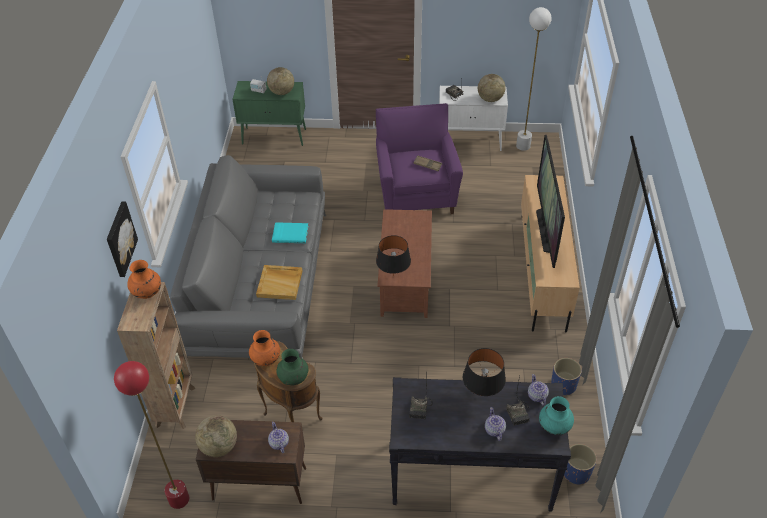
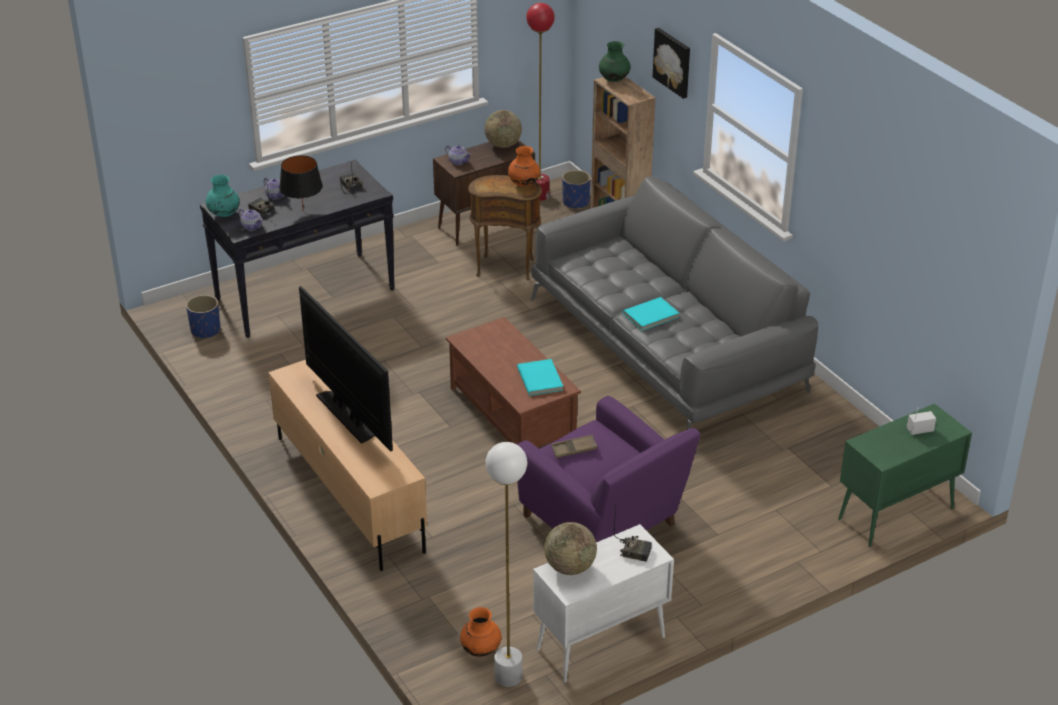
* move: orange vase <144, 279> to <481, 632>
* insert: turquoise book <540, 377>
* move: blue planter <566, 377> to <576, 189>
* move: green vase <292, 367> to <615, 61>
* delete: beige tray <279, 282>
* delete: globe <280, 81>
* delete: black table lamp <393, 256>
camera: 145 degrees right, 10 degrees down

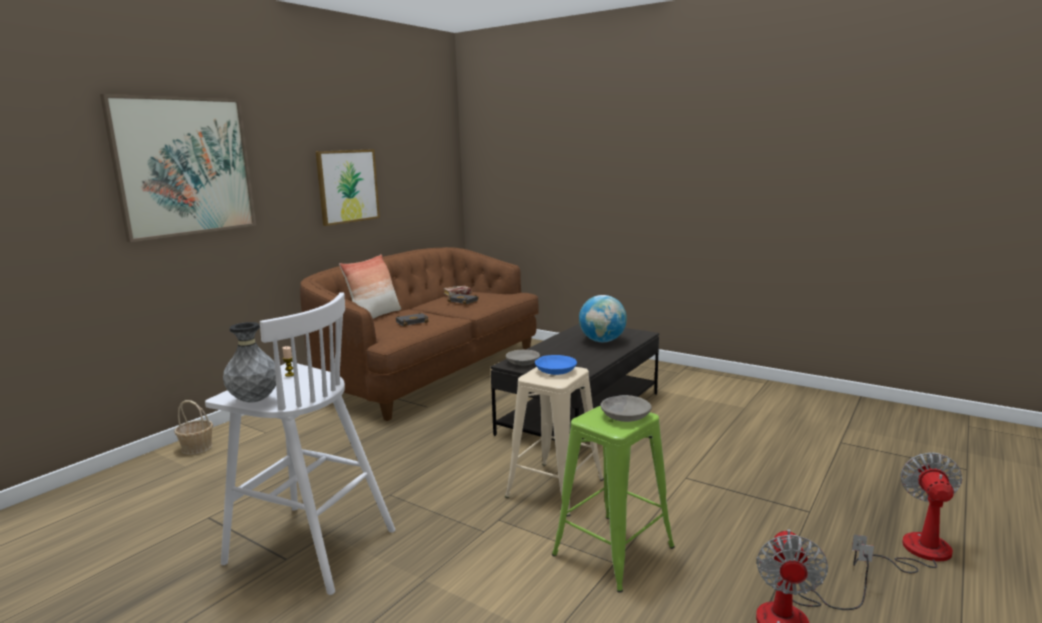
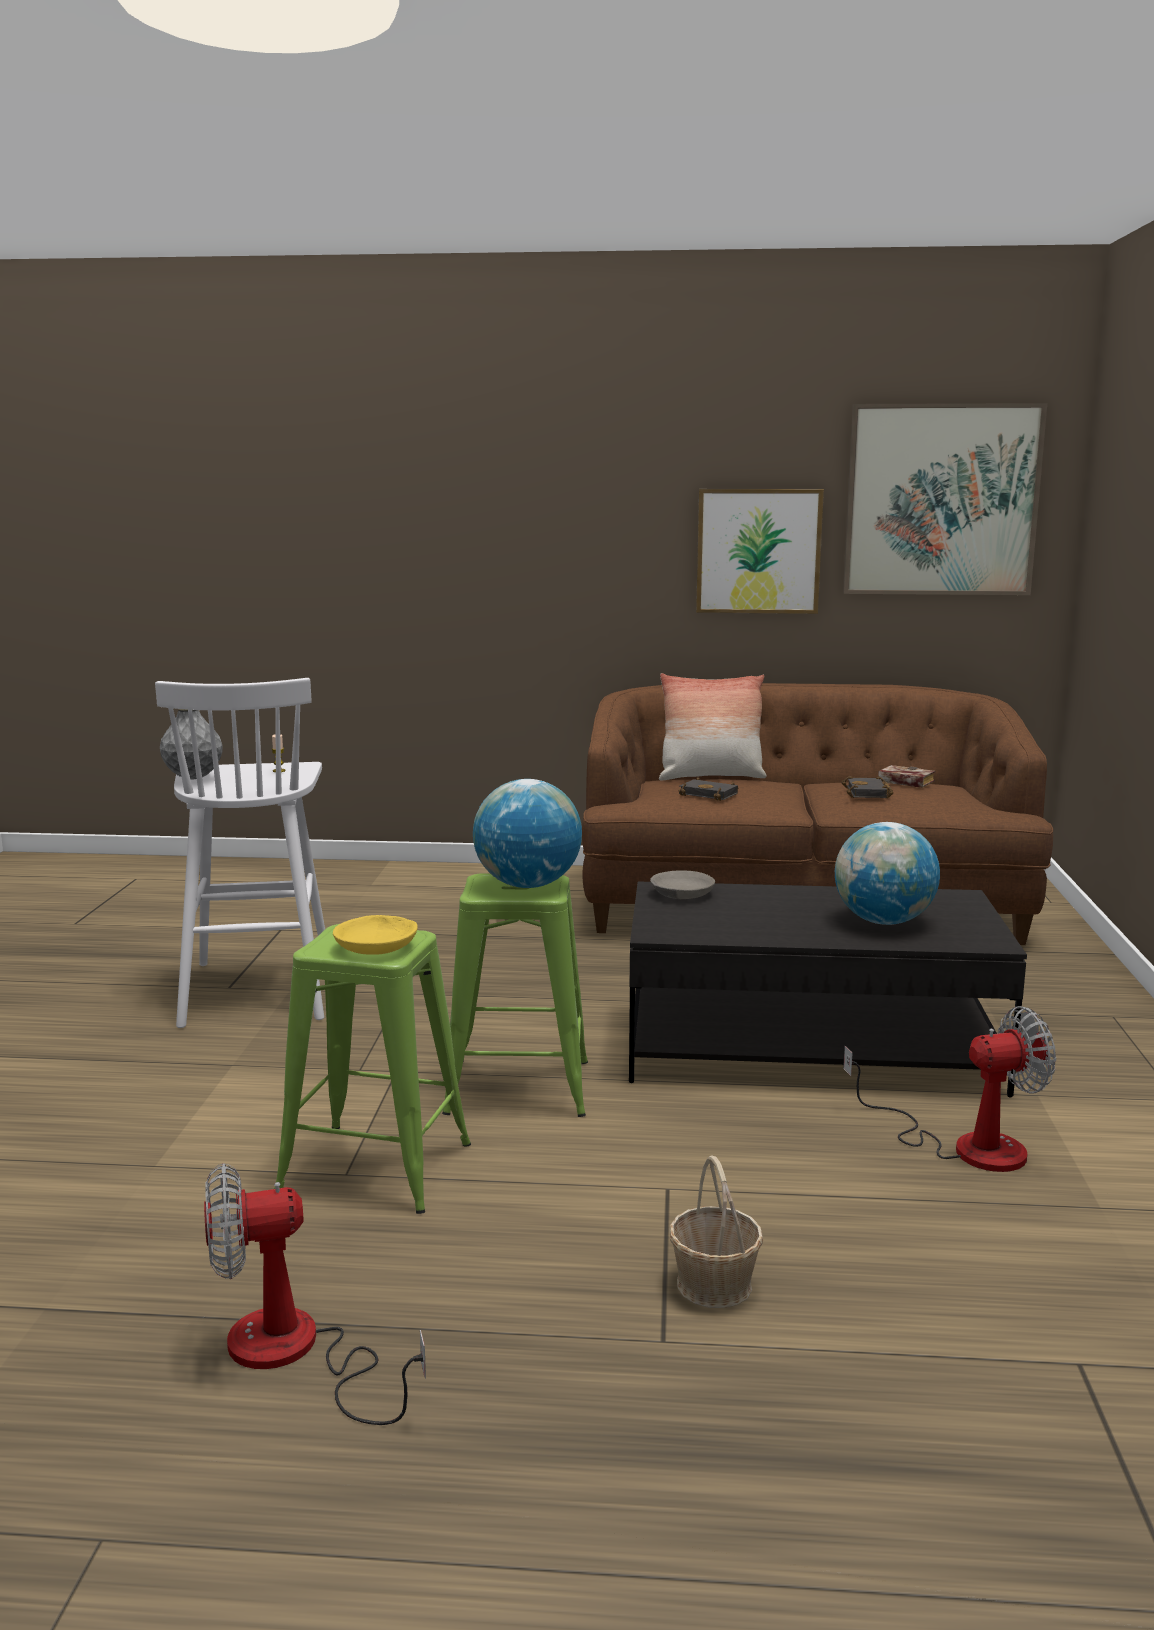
* recolor: grey bowl <626, 408> to yellow bowl <375, 935>
* recolor: beige stool <554, 442> to green stool <515, 995>
* replace: blue bowl <556, 365> to globe <527, 833>
* move: basket <193, 427> to <716, 1231>
* move: picture <178, 168> to <945, 499>
* move: fan <907, 512> to <949, 1089>
camera: 60 degrees right, 0 degrees up

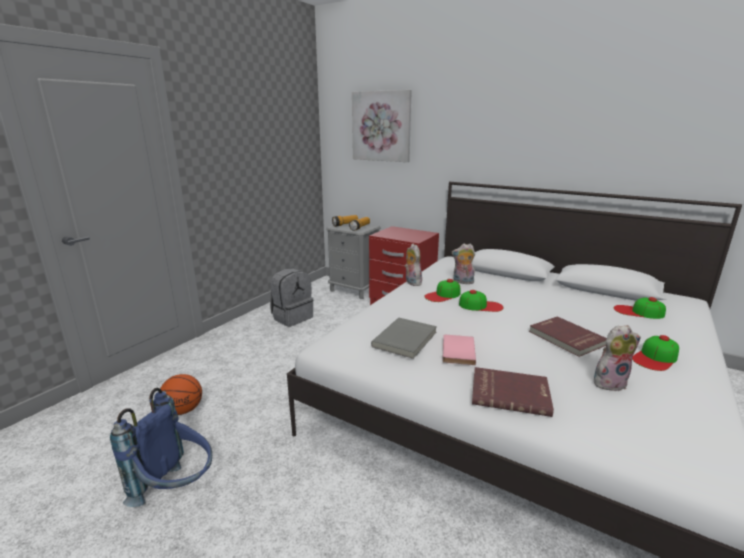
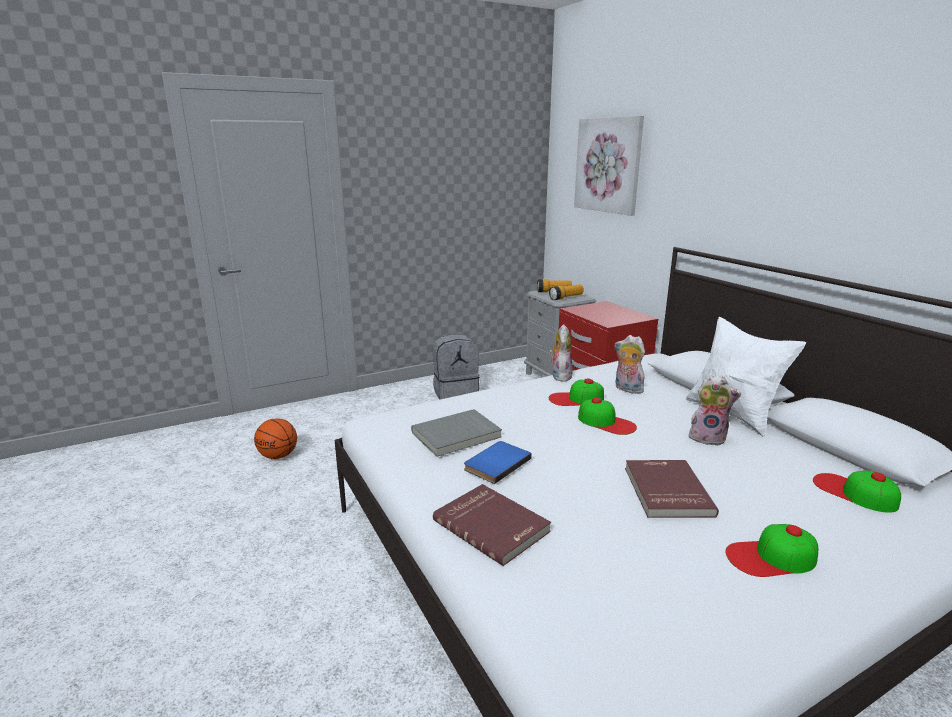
* recolor: pink book <459, 350> to blue book <498, 462>
* insert: white pillow <746, 377>
* move: plush toy <617, 358> to <715, 410>
* delete: blue backpack <161, 447>
camera: 30 degrees right, 0 degrees up

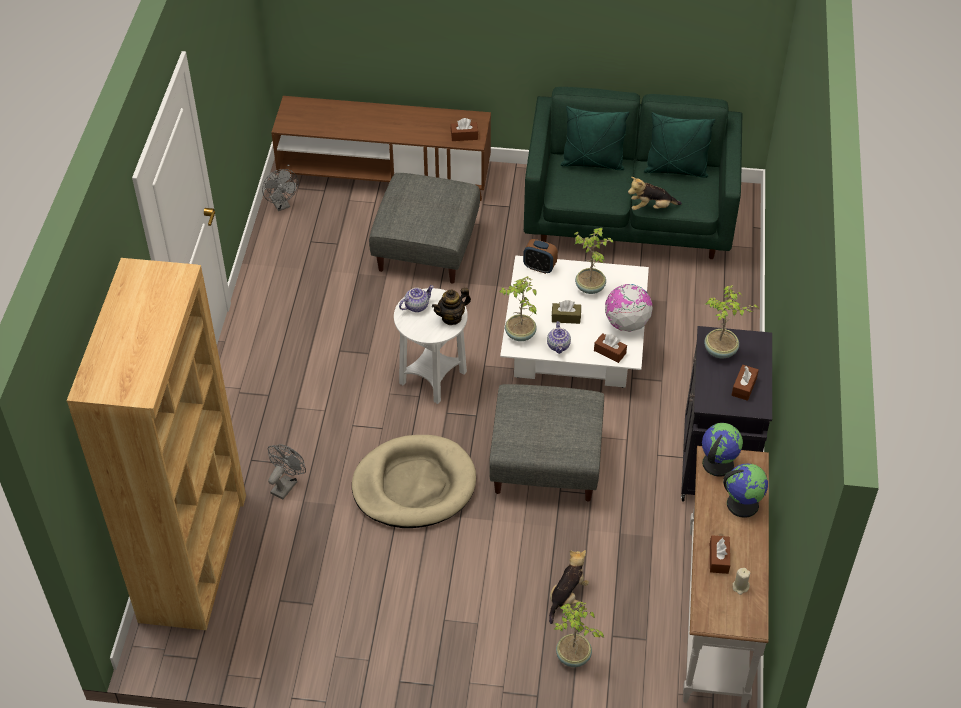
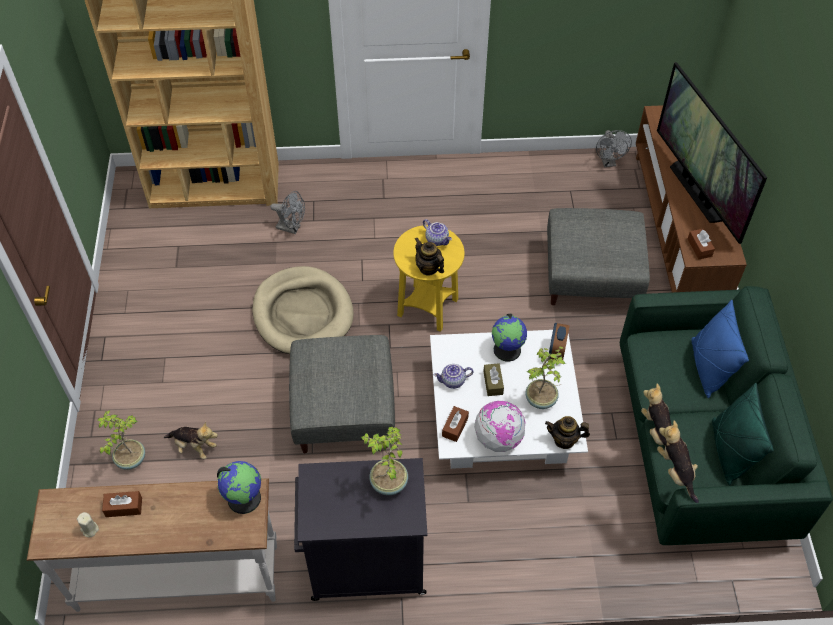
* recolor: white side table <431, 346> to yellow side table <429, 278>
* move: globe <745, 491> to <509, 338>
* insert: teapot <567, 432>
* rotate: grey fan <280, 190> = <614, 148> 60 degrees counterclockwise
* insert: television <712, 153>
* insert: plush toy <678, 462>
* recolor: green pillow <594, 138> to blue pillow <720, 349>
* delete: potted plant <518, 308>
* delete: brown tissue box <745, 383>
camera: 80 degrees right, 5 degrees up

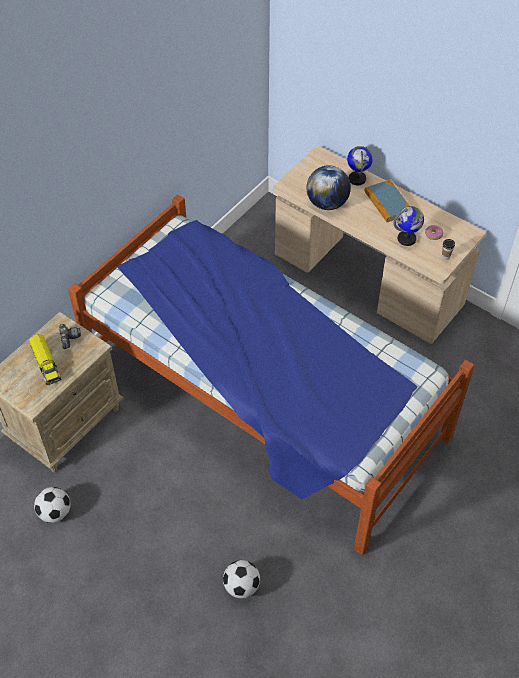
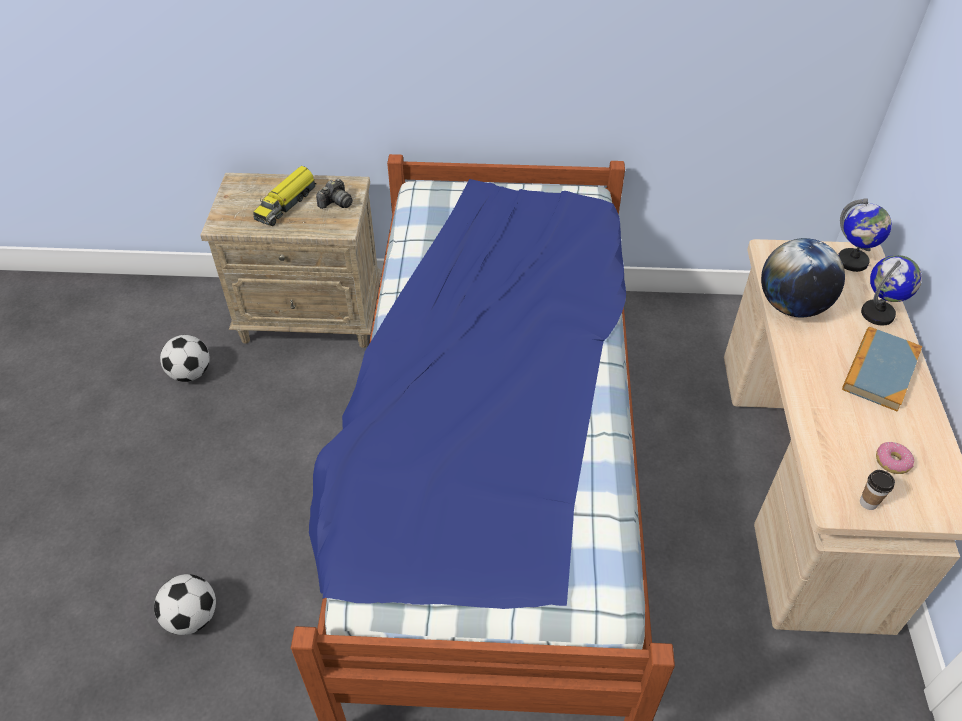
* move: globe <408, 226> to <865, 235>
camera: 55 degrees right, 5 degrees down

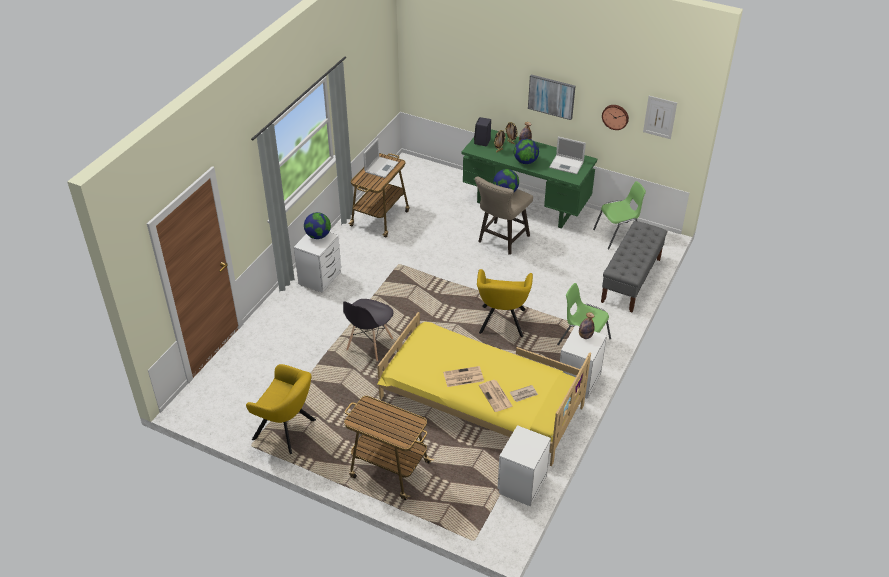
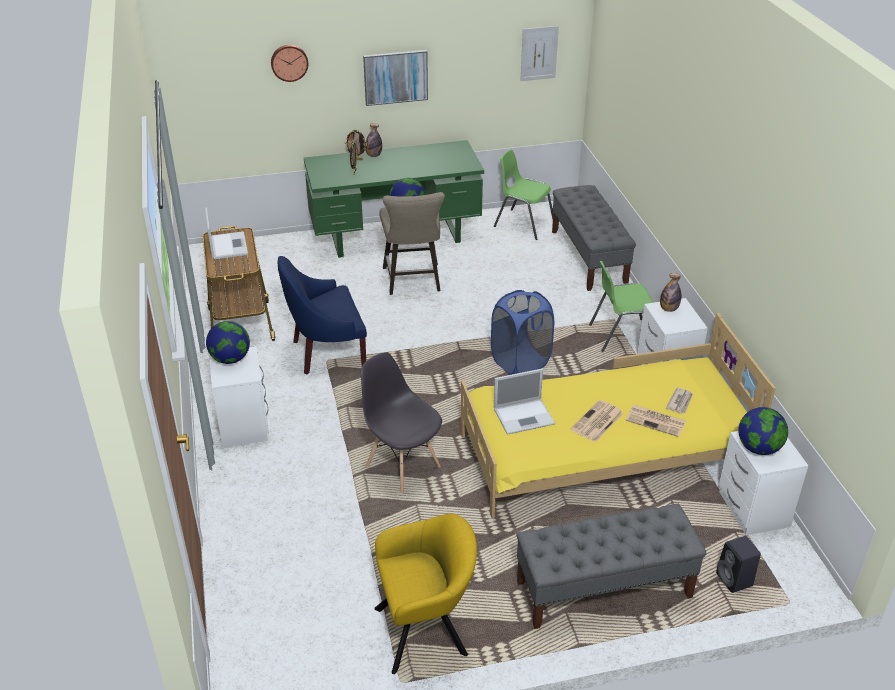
* move: wall clock <615, 117> to <289, 63>
* insert: blue armchair <322, 315>
* rotate: grey chair <368, 330> = <401, 423> 150 degrees clockwise
* replace: yellow armchair <505, 303> to blue laundry basket <522, 332>
* rotate: green chair <619, 215> = <523, 195> 90 degrees counterclockwise
* move: laptop <567, 155> to <524, 402>
* replace: cart <389, 448> to grey bench <611, 566>
* move: black speaker <482, 131> to <738, 564>
* move: globe <526, 151> to <763, 431>
camera: 40 degrees left, 5 degrees down

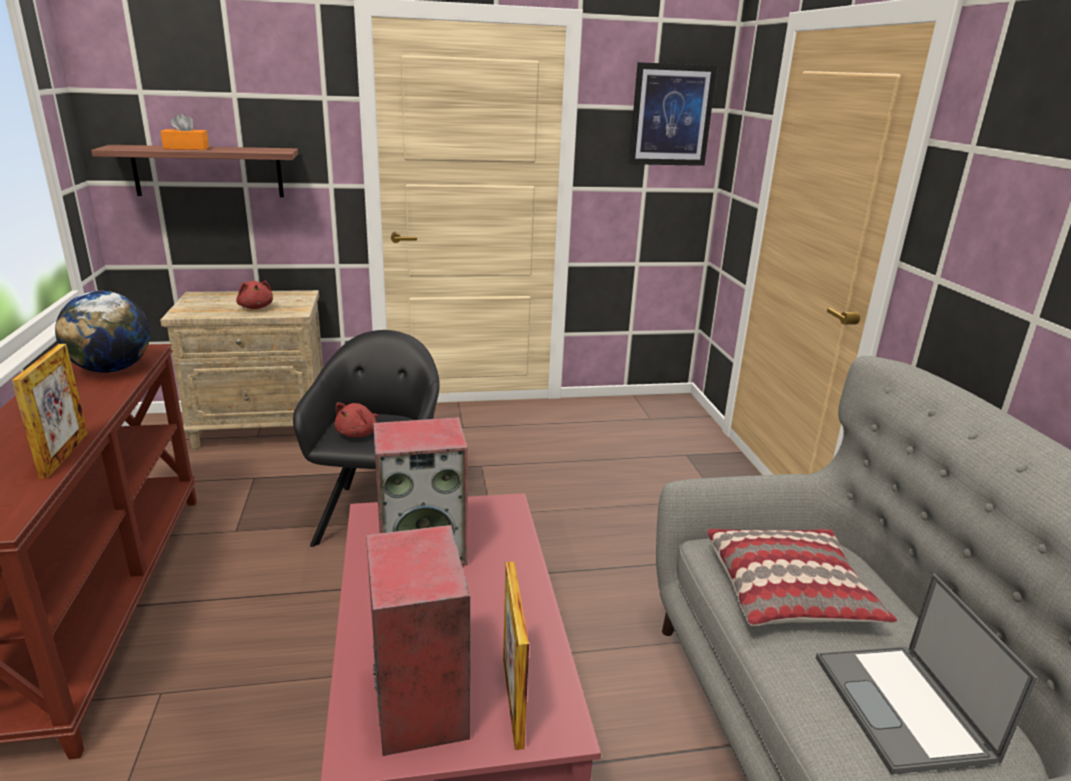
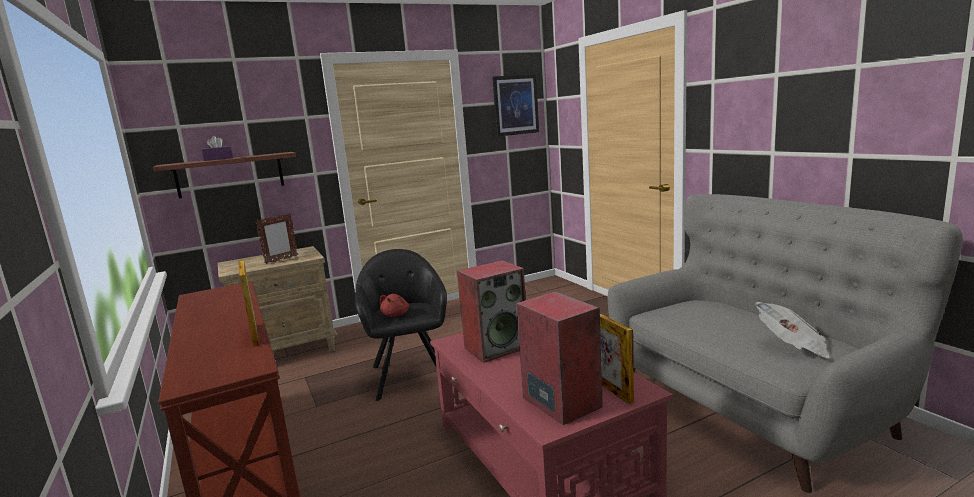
* recolor: orange tissue box <184, 131> to purple tissue box <217, 148>
* replace: red plush toy <254, 295> to picture frame <277, 238>
* replace: laptop <927, 673> to newspaper <792, 330>
* delete: globe <102, 332>
* delete: pillow <801, 577>
camera: 15 degrees left, 10 degrees down

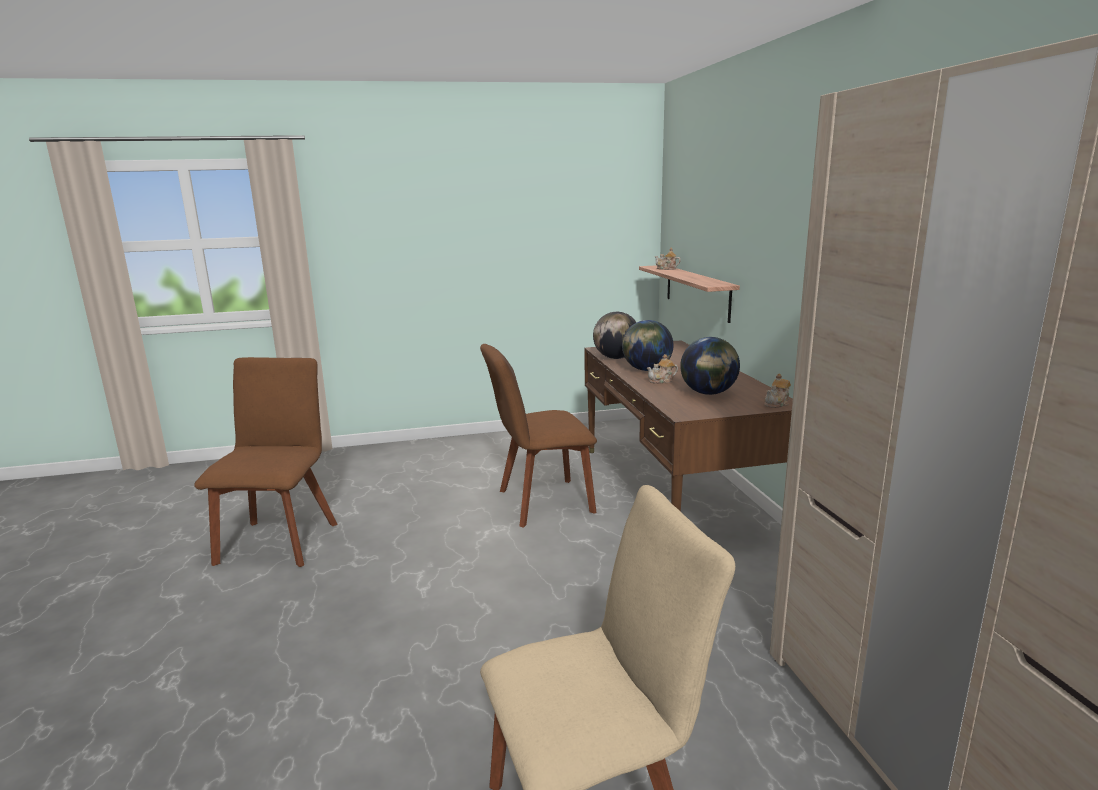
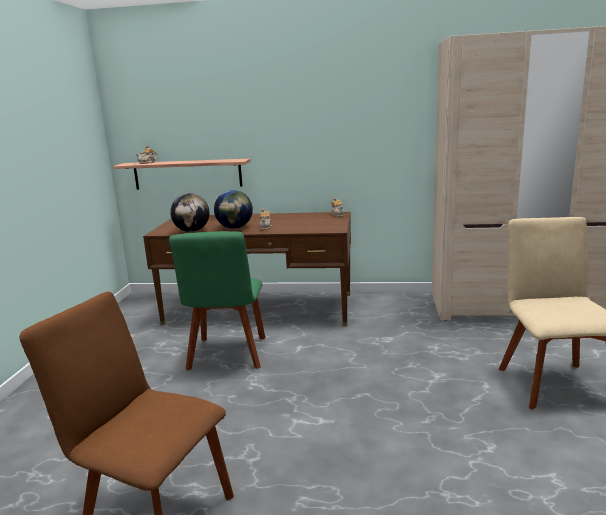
* recolor: brown chair <538, 436> to green chair <217, 301>
* delete: globe <710, 366>
camera: 70 degrees left, 0 degrees up

